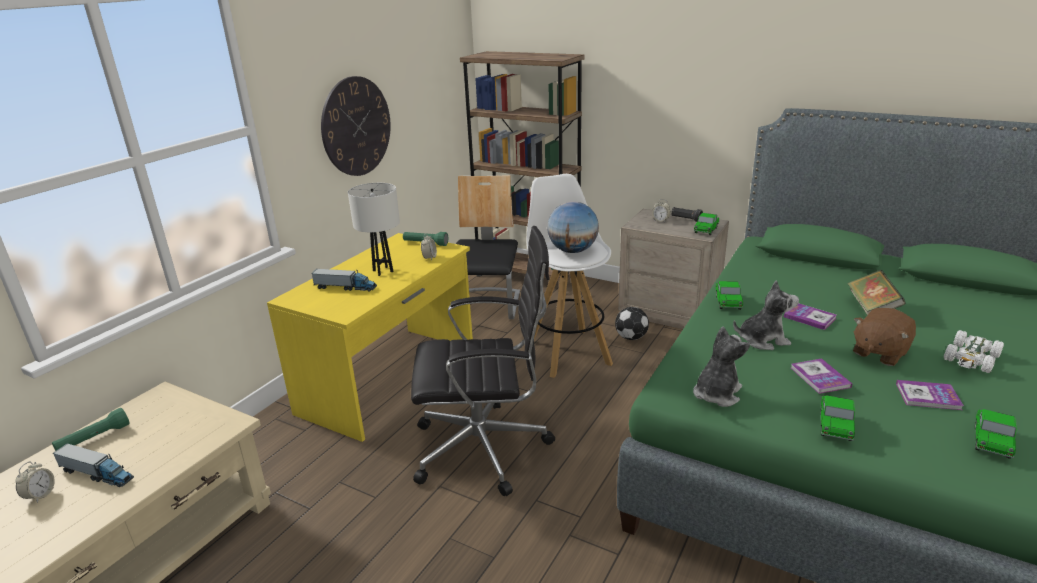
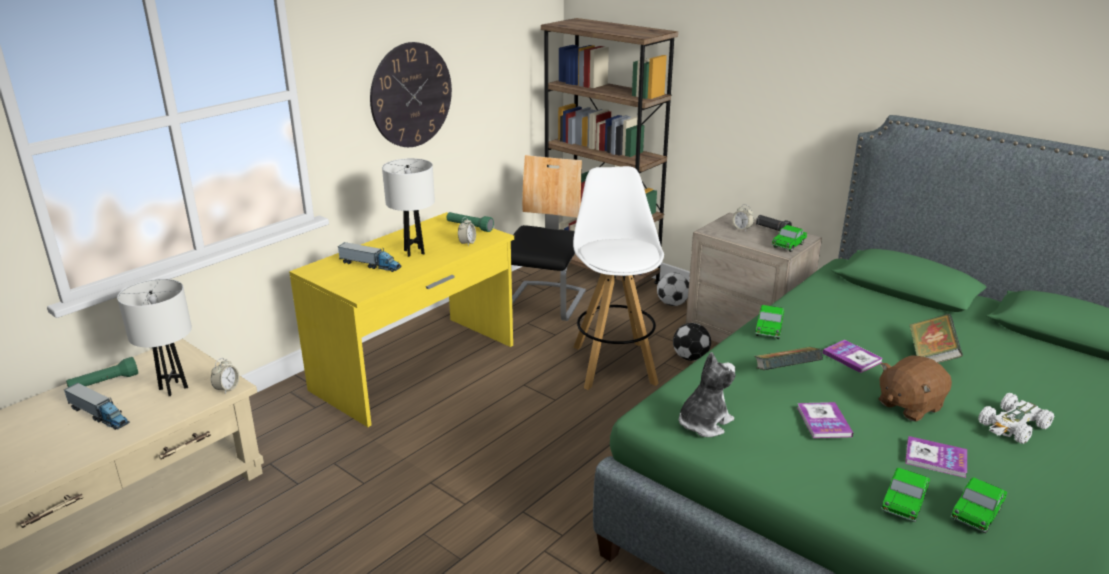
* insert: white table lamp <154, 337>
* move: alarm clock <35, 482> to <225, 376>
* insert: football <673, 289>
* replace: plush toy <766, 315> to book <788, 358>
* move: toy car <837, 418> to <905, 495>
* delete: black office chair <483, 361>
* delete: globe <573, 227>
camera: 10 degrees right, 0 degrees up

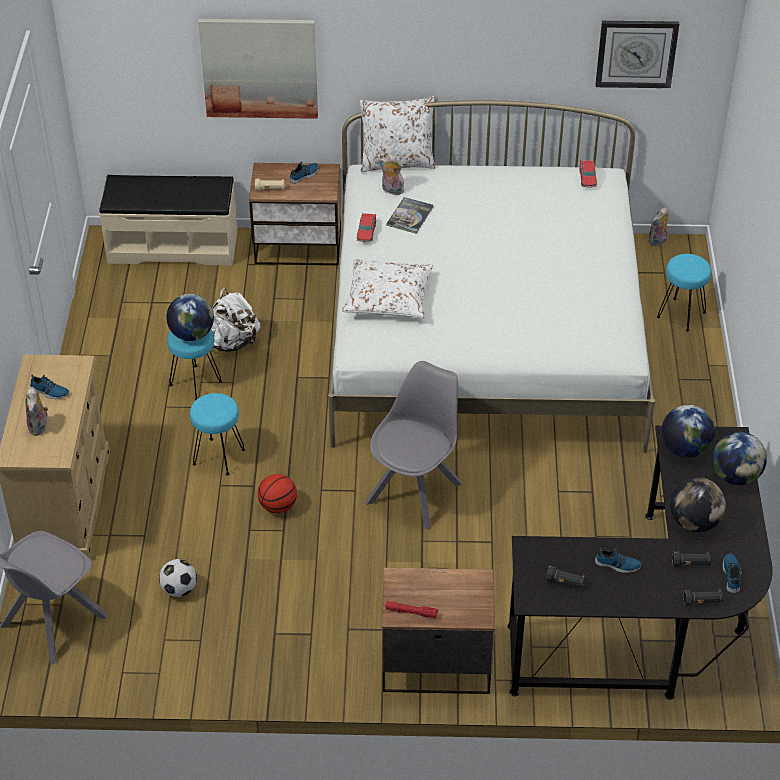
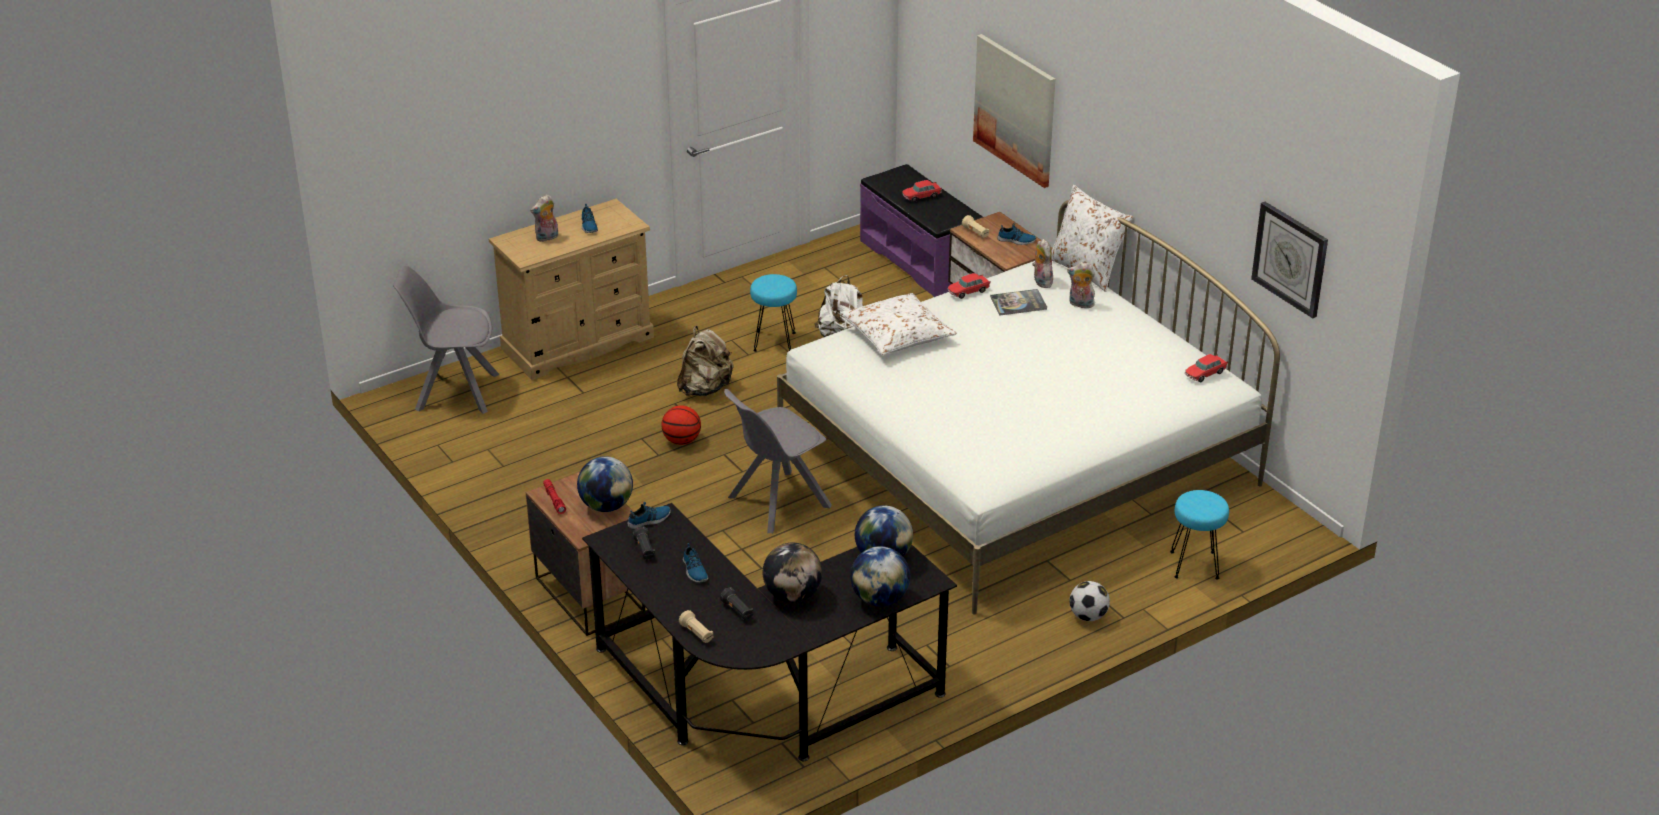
* move: globe <190, 317> to <605, 484>
* move: shoe <732, 573> to <649, 515>
* replace: turquoise stool <217, 434> to beige backpack <705, 361>
* recolor: black flashlight <703, 598> to beige flashlight <696, 626>
* rotate: grey chair <414, 445> = <778, 461> 150 degrees clockwise
* recolor: beige bench <168, 220> to purple bench <921, 230>
* insert: toy car <922, 191>
* move: plush toy <658, 226> to <1081, 285>
* move: football <178, 578> to <1089, 601>
camera: 55 degrees right, 10 degrees down

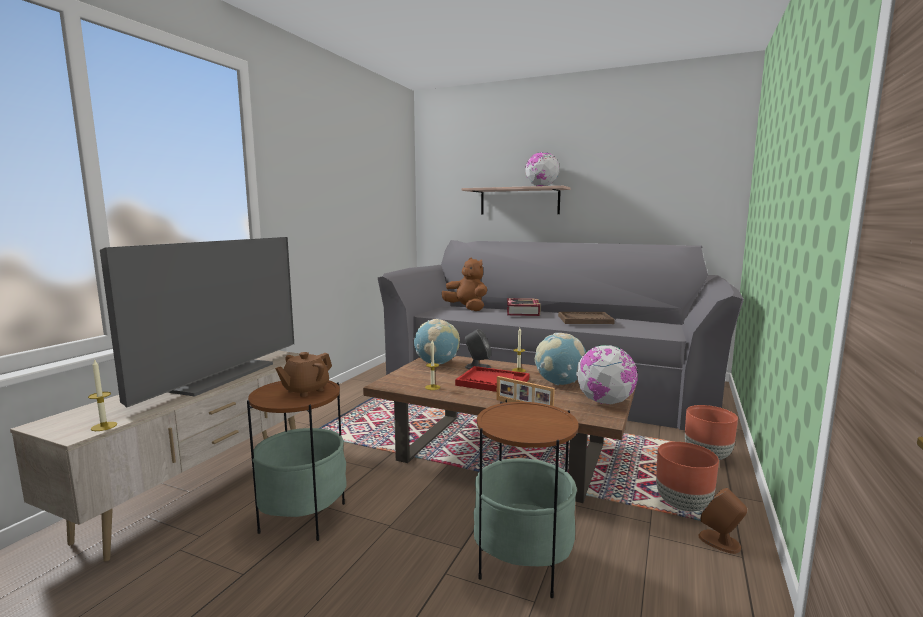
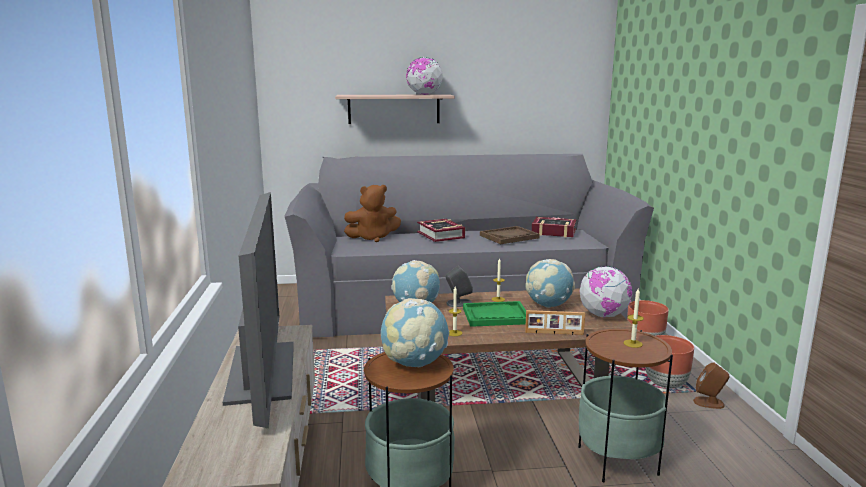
* rotate: brown plush toy <464, 284> = <372, 213> 150 degrees clockwise
* replace: brown teapot <303, 374> to globe <415, 333>
* recolor: red tray <492, 379> to green tray <494, 314>
* insert: book <554, 227>
* move: candle <102, 395> to <634, 318>
camera: 30 degrees left, 5 degrees up

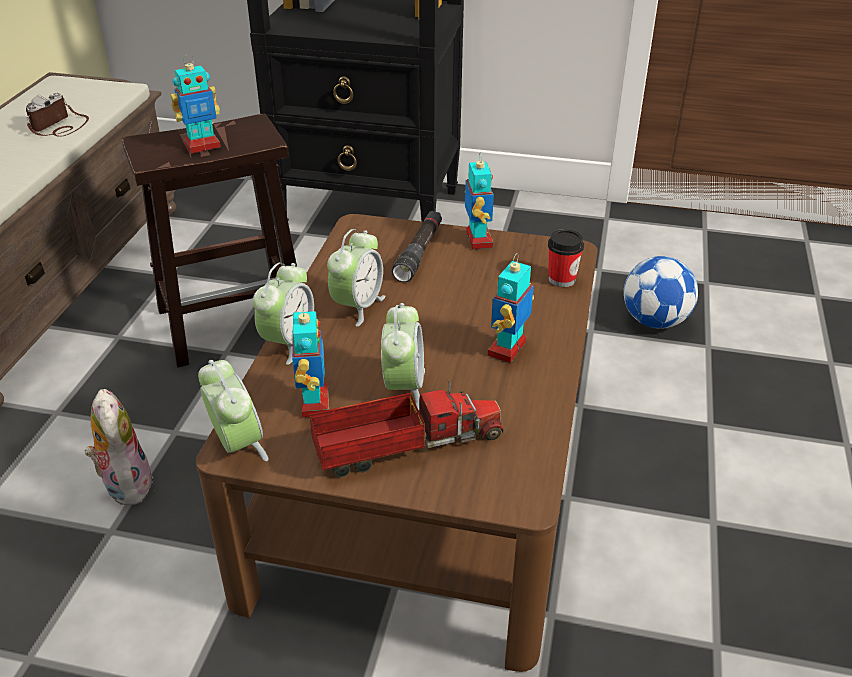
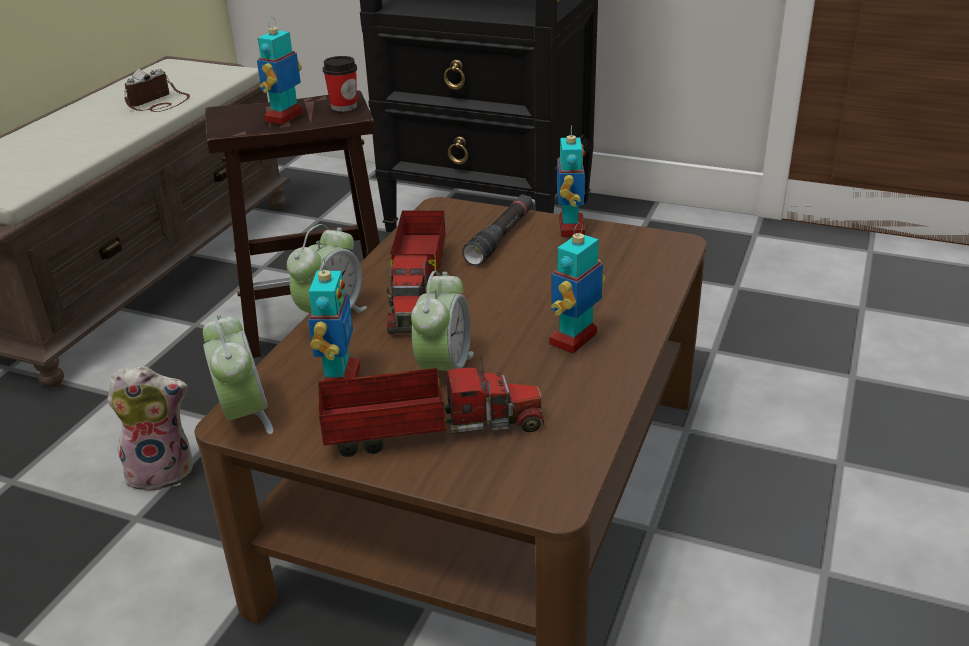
* rotate: plush toy <119, 447> = <150, 430> 90 degrees clockwise
* rotate: toy robot <195, 104> = <279, 71> 135 degrees clockwise
* move: cup <566, 258> to <340, 84>
* replace: alarm clock <356, 278> to toy truck <416, 272>
* delete: football <661, 292>
camera: 10 degrees right, 5 degrees down

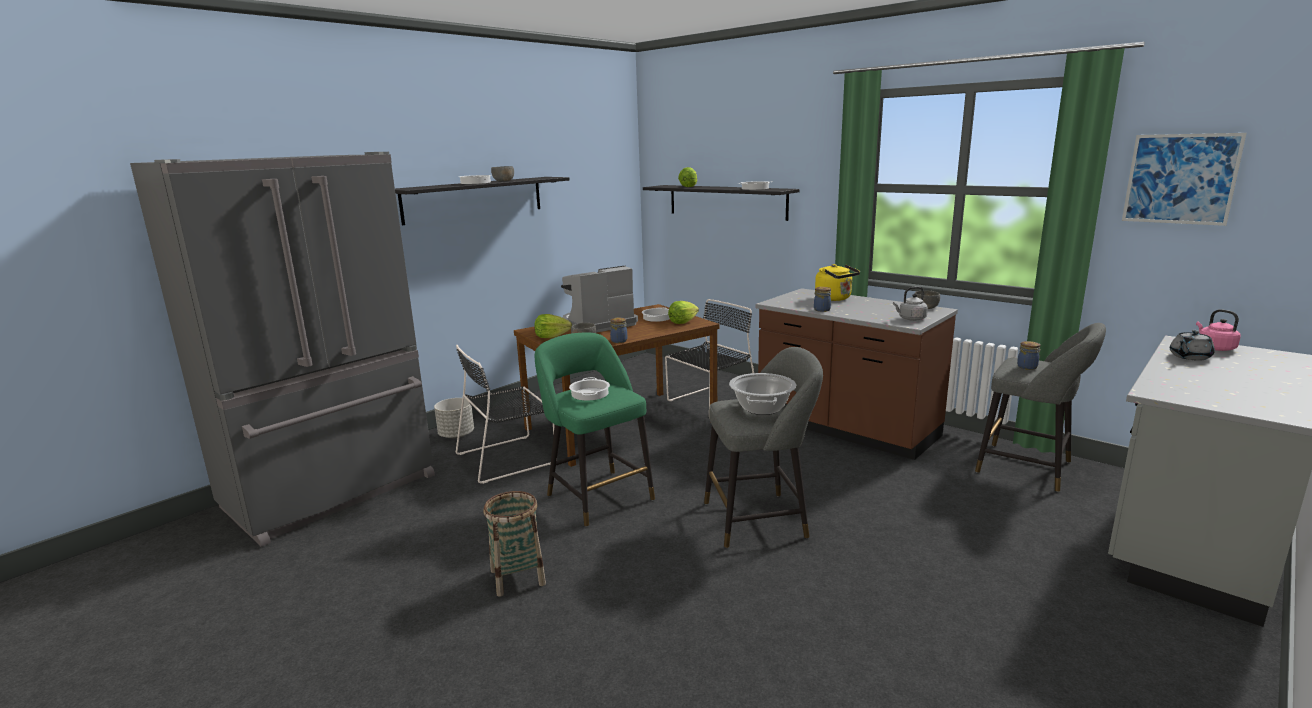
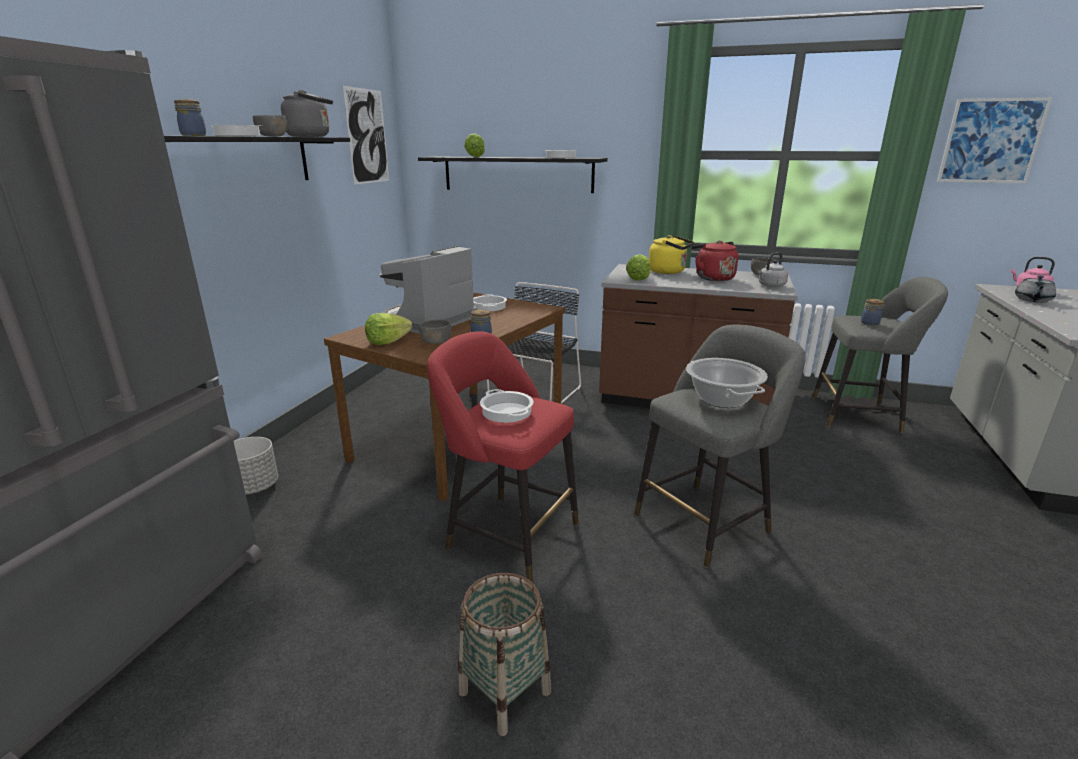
* move: jar <822, 299> to <190, 117>
* insert: grey kettle <307, 113>
* insert: picture <366, 135>
* recolor: green stool <595, 429> to red stool <503, 456>
* move: lettuce <683, 312> to <638, 267>
* insert: red kettle <714, 260>
* delete: black chair <505, 414>
camera: 25 degrees left, 5 degrees up

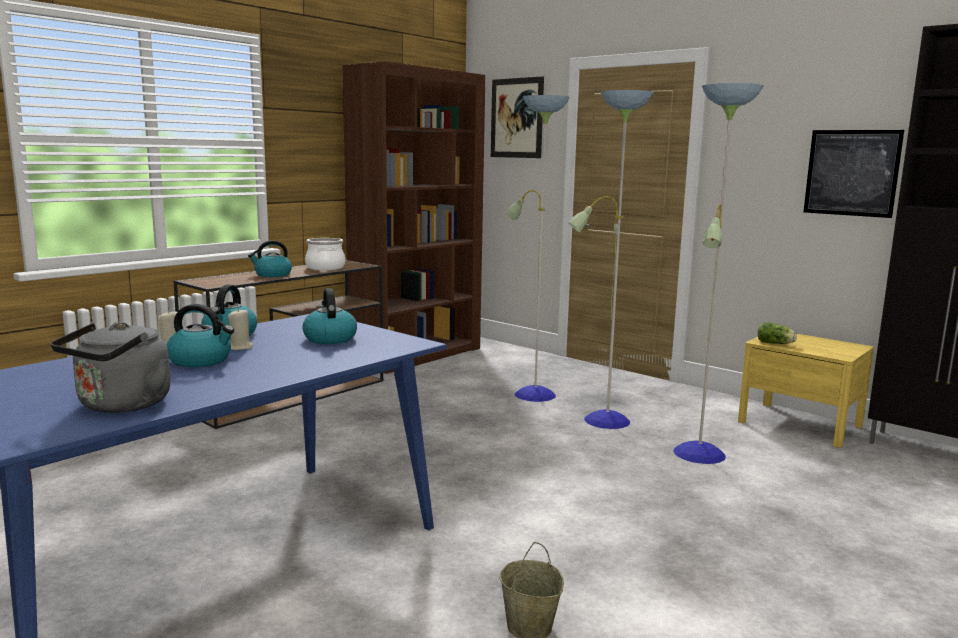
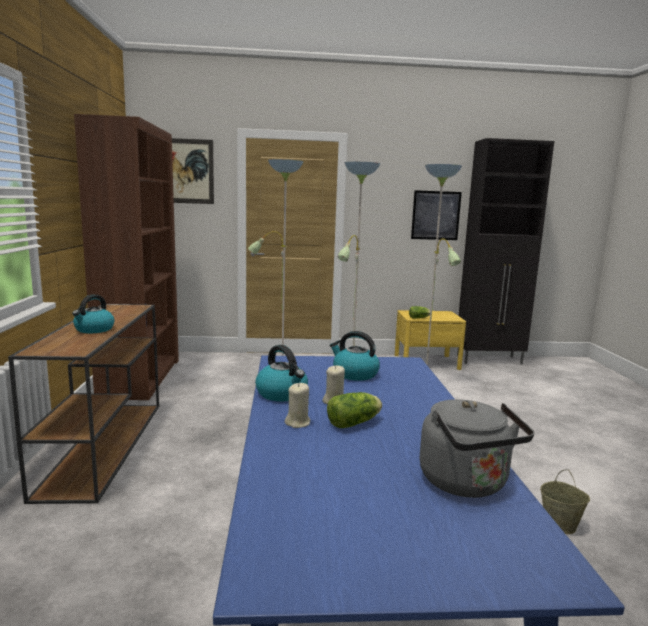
* replace: kettle <200, 335> to lettuce <354, 410>
* delete: cooking pot <325, 254>
camera: 45 degrees left, 0 degrees up

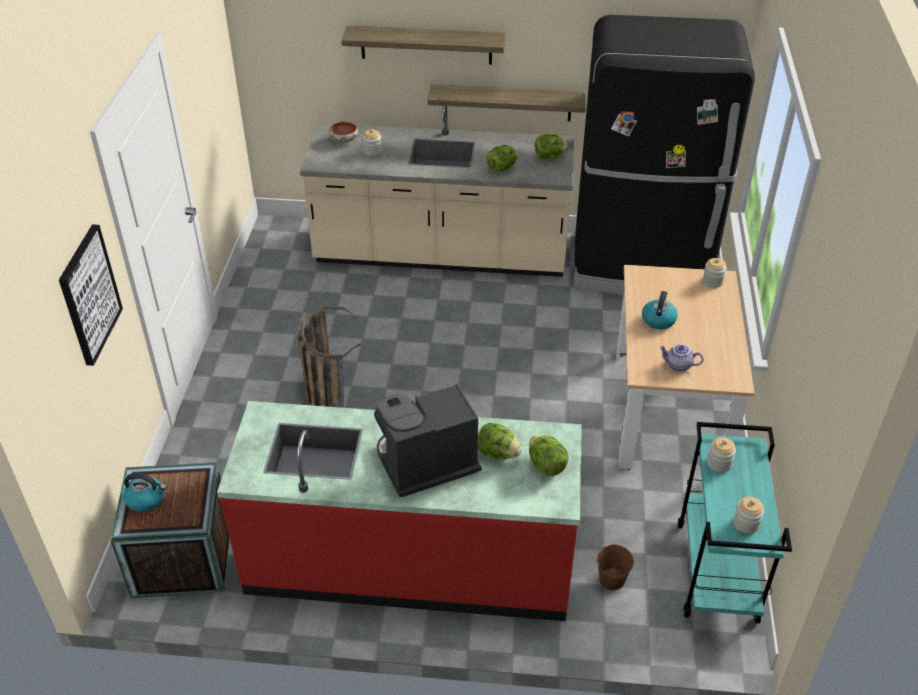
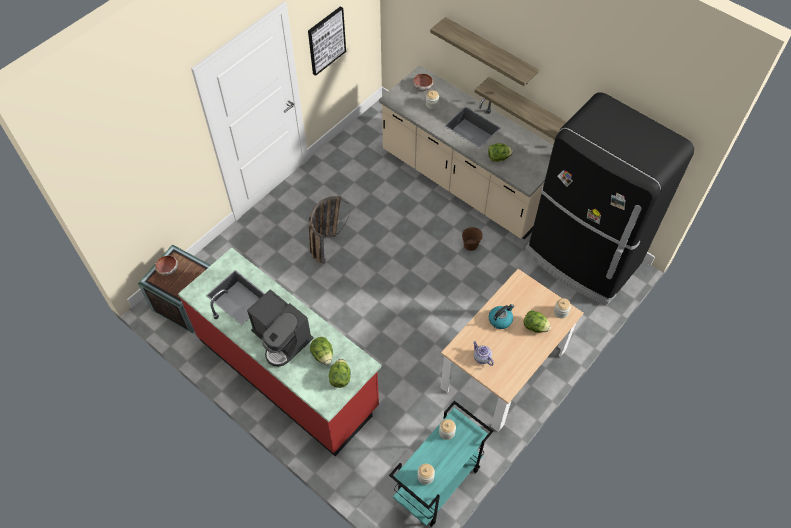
* replace: kettle <145, 492> to bowl <166, 265>
* rotate: coffee machine <427, 441> = <280, 328> 150 degrees counterclockwise
* move: picture <91, 295> to <327, 41>
* move: brown bucket <615, 567> to <472, 239>
* move: lettuce <552, 146> to <537, 321>
camera: 35 degrees right, 15 degrees up

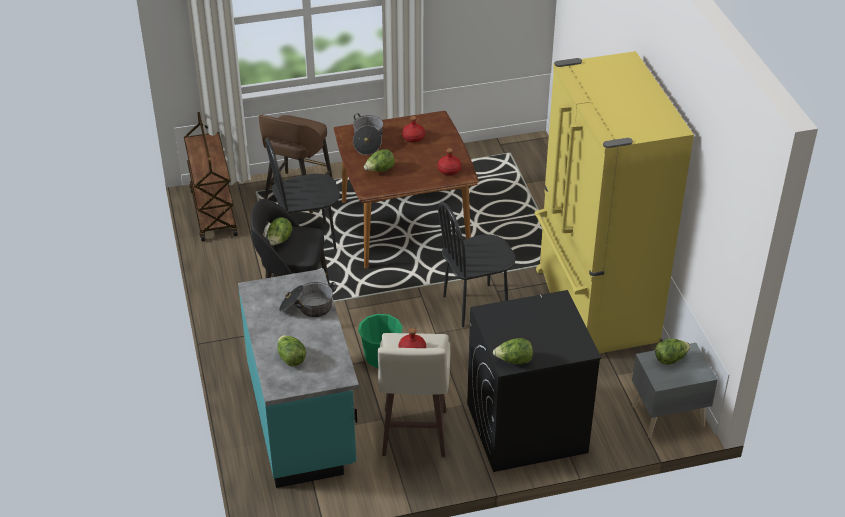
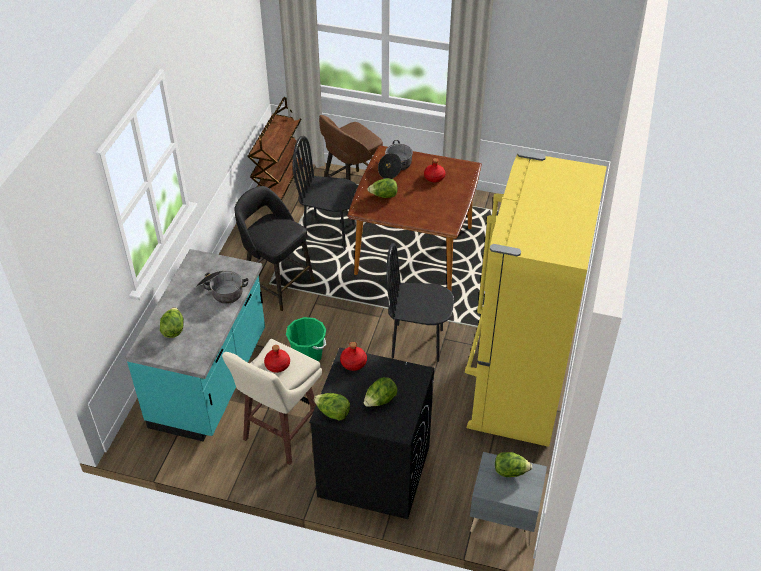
* move: red bottle <449, 161> to <353, 356>
* move: lettuce <279, 231> to <381, 392>
camera: 30 degrees right, 5 degrees up

